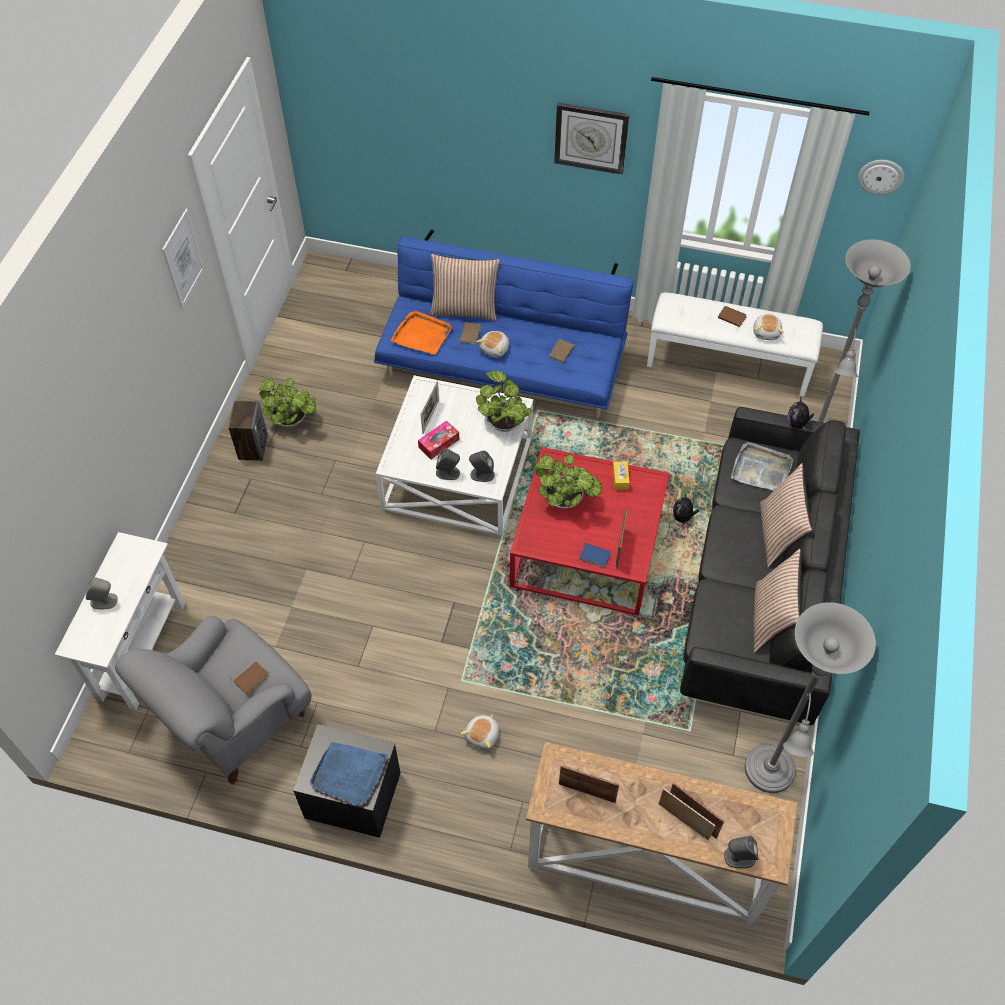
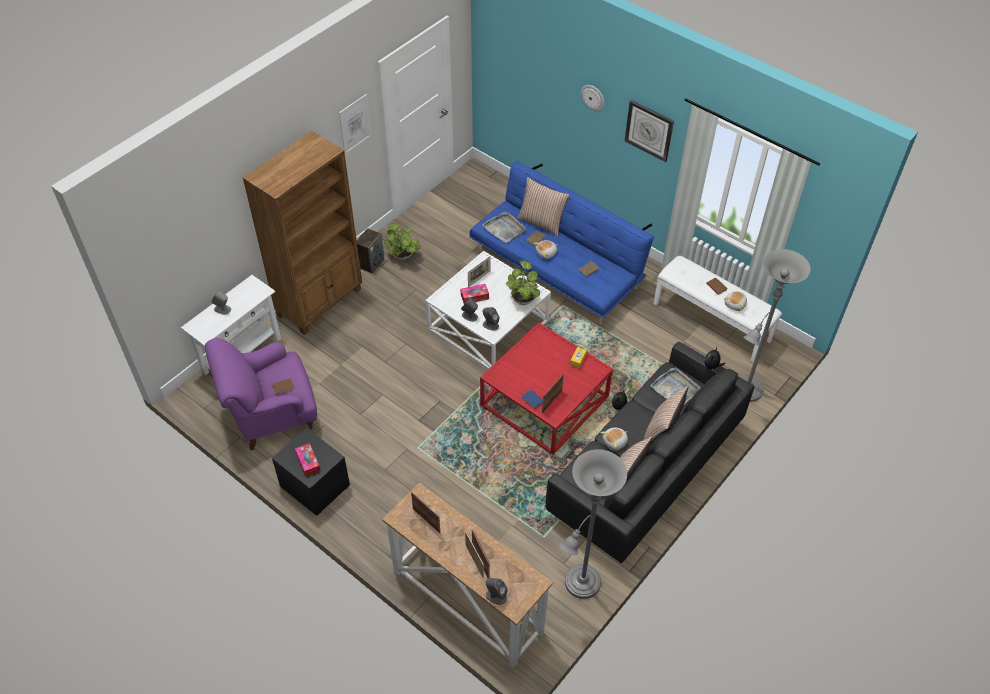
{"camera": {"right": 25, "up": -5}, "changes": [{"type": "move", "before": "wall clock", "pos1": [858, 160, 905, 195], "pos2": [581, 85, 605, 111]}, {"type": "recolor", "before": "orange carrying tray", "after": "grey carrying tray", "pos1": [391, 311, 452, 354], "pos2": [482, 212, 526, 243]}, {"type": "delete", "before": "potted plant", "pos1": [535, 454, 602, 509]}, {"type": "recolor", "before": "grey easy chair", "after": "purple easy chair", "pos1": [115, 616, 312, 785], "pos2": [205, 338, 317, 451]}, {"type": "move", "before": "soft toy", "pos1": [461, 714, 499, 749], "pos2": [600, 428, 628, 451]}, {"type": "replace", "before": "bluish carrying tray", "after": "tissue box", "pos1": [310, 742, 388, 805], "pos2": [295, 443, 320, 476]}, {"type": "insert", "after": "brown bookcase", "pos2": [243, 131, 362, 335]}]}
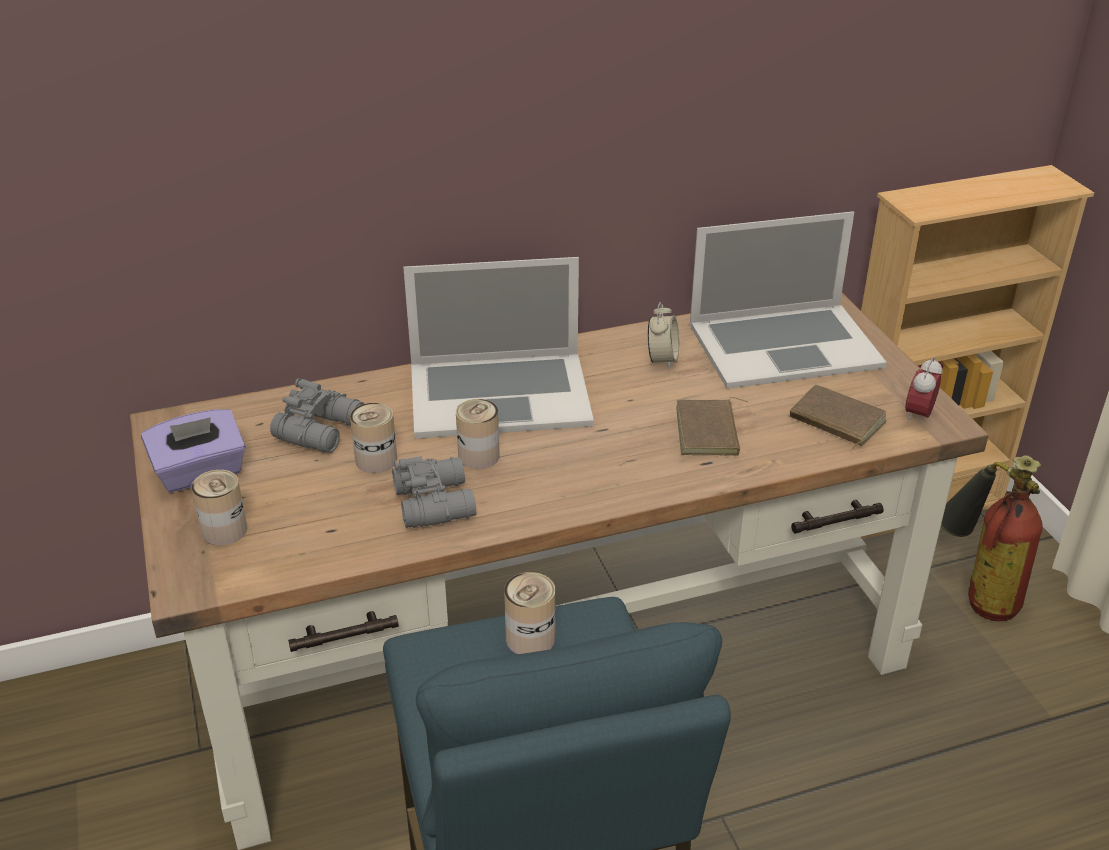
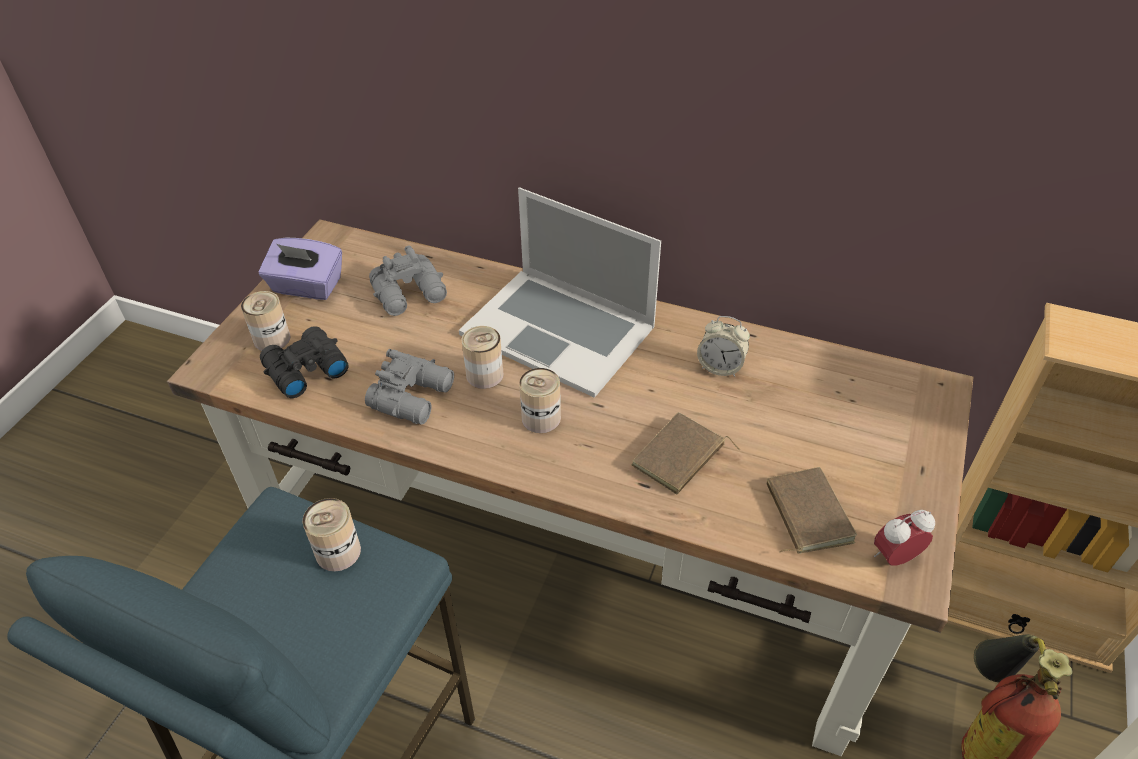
{"camera": {"right": 40, "up": 10}, "changes": [{"type": "delete", "before": "notebook computer", "pos1": [690, 211, 887, 389]}, {"type": "rotate", "before": "table clock", "pos1": [648, 302, 679, 369], "pos2": [697, 316, 750, 377], "turn": 60}, {"type": "move", "before": "metal can", "pos1": [350, 403, 397, 473], "pos2": [519, 368, 561, 433]}, {"type": "insert", "after": "black-coloured field glasses", "pos2": [260, 326, 349, 398]}]}
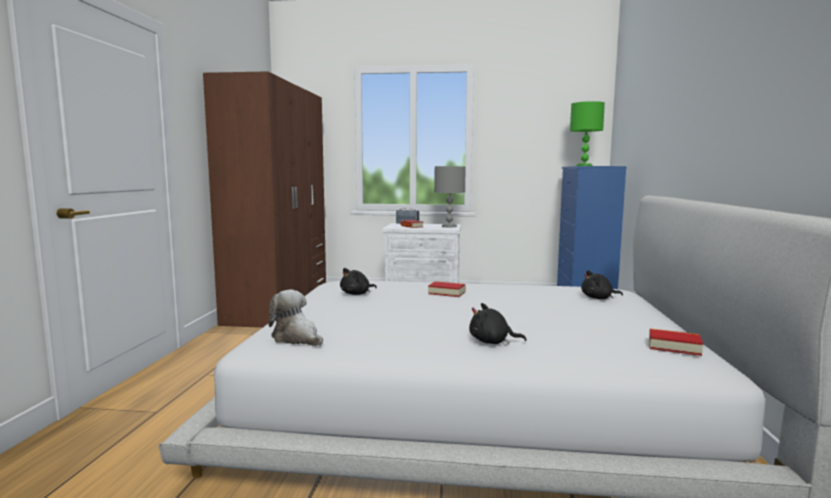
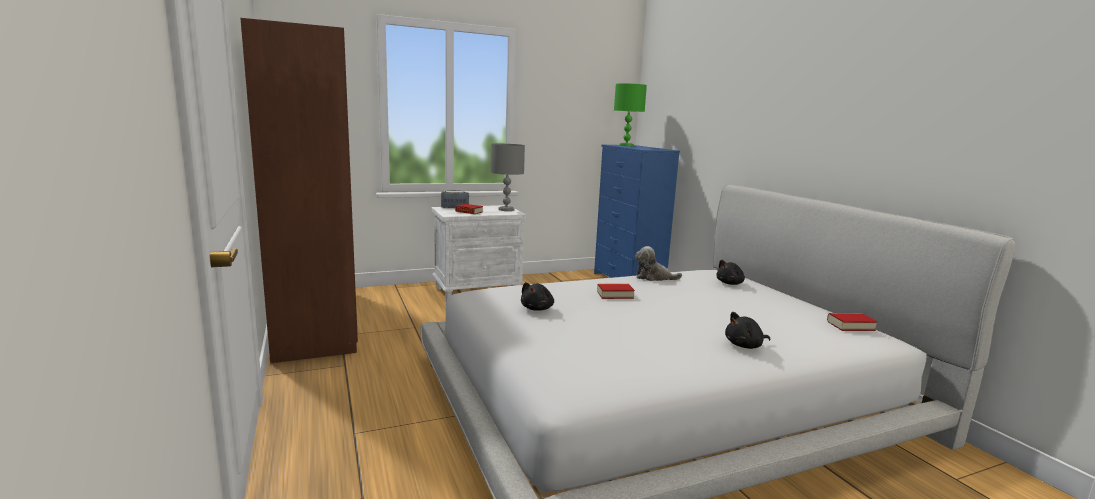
{"camera": {"right": -30, "up": 5}, "changes": [{"type": "move", "before": "soft toy", "pos1": [269, 289, 323, 346], "pos2": [635, 246, 682, 281]}]}
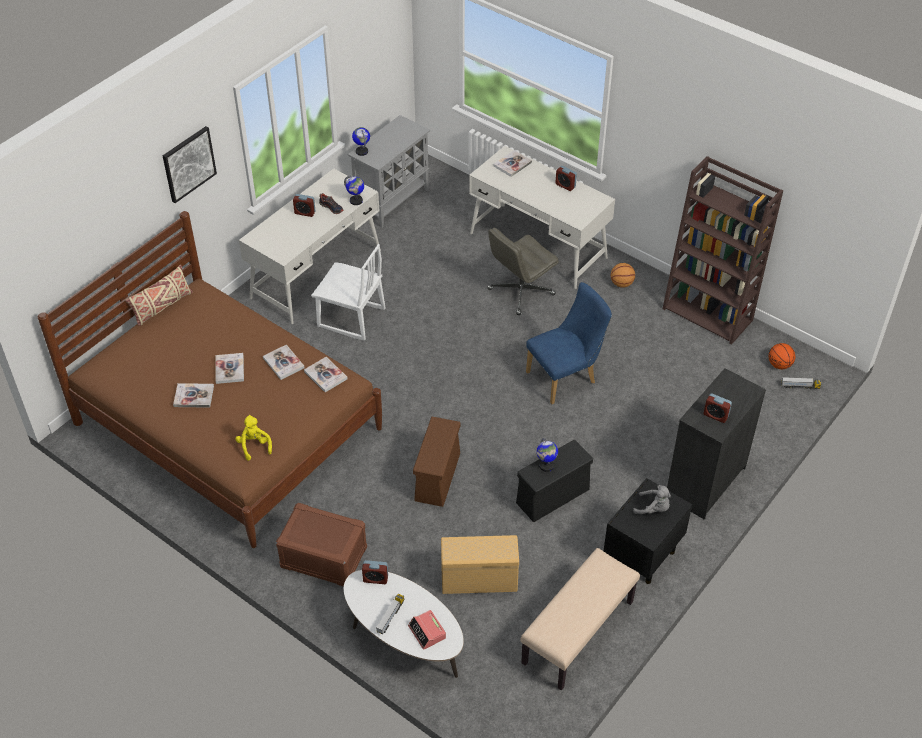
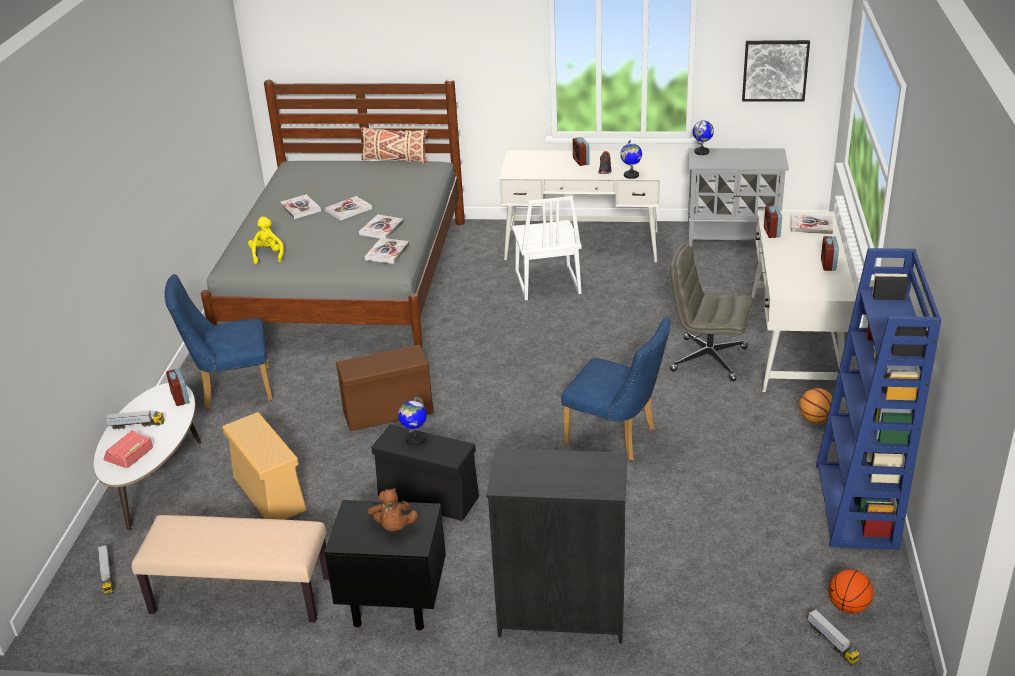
{"camera": {"right": 60, "up": -15}, "changes": [{"type": "move", "before": "wall picture", "pos1": [163, 126, 217, 203], "pos2": [742, 40, 810, 102]}, {"type": "recolor", "before": "brown bookcase", "after": "bluish bookcase", "pos1": [662, 156, 783, 345], "pos2": [816, 248, 942, 550]}, {"type": "recolor", "before": "brown sleeping bed", "after": "grey sleeping bed", "pos1": [38, 211, 382, 548], "pos2": [201, 79, 465, 348]}, {"type": "move", "before": "table clock", "pos1": [703, 393, 732, 423], "pos2": [764, 205, 782, 238]}, {"type": "rotate", "before": "yellowish soft toy", "pos1": [235, 415, 272, 461], "pos2": [248, 217, 284, 264], "turn": -45}, {"type": "recolor", "before": "grey soft toy", "after": "brown soft toy", "pos1": [633, 485, 671, 514], "pos2": [368, 488, 418, 531]}, {"type": "replace", "before": "brown storage container", "after": "bluish upright chair", "pos1": [276, 503, 367, 586], "pos2": [164, 274, 273, 409]}, {"type": "insert", "after": "toy lorry", "pos2": [98, 545, 114, 596]}]}
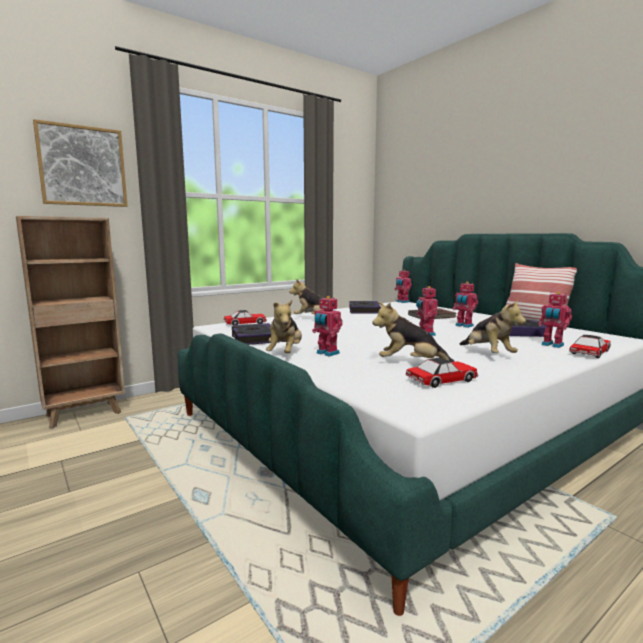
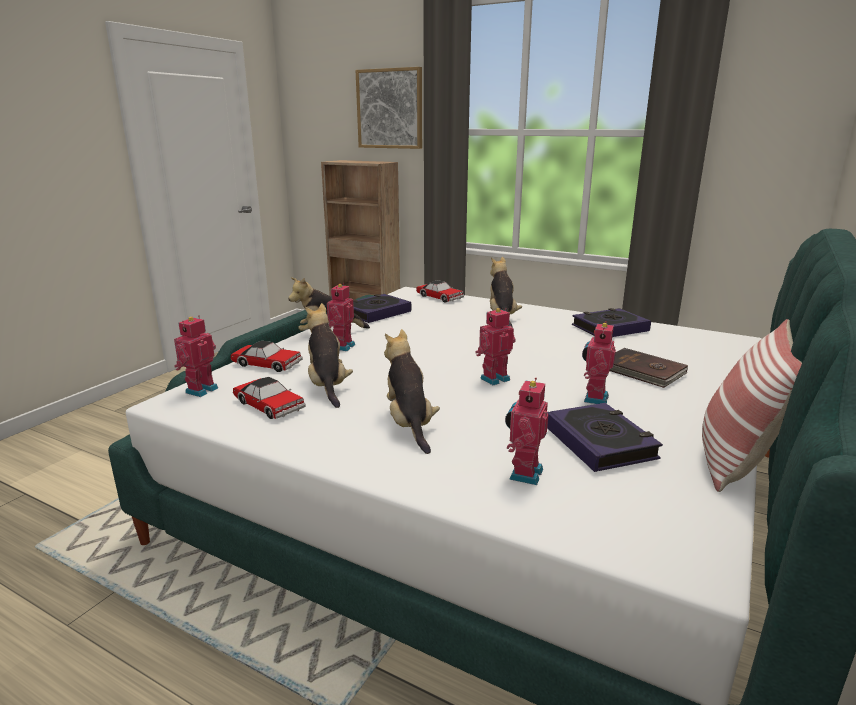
{"camera": {"right": 65, "up": 10}, "changes": [{"type": "move", "before": "model robot", "pos1": [394, 269, 412, 303], "pos2": [174, 315, 218, 397]}, {"type": "rotate", "before": "soft toy", "pos1": [459, 299, 526, 353], "pos2": [384, 329, 440, 454], "turn": 120}, {"type": "move", "before": "miniature car", "pos1": [569, 335, 611, 358], "pos2": [231, 341, 303, 372]}]}
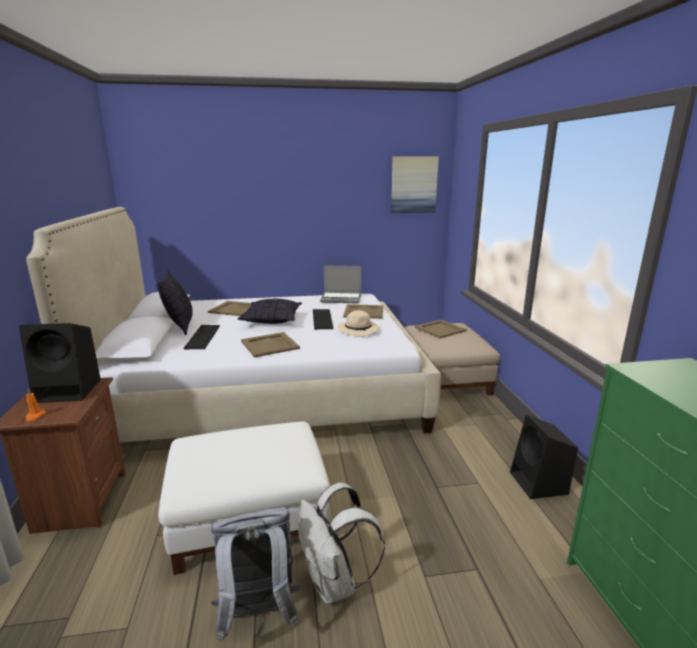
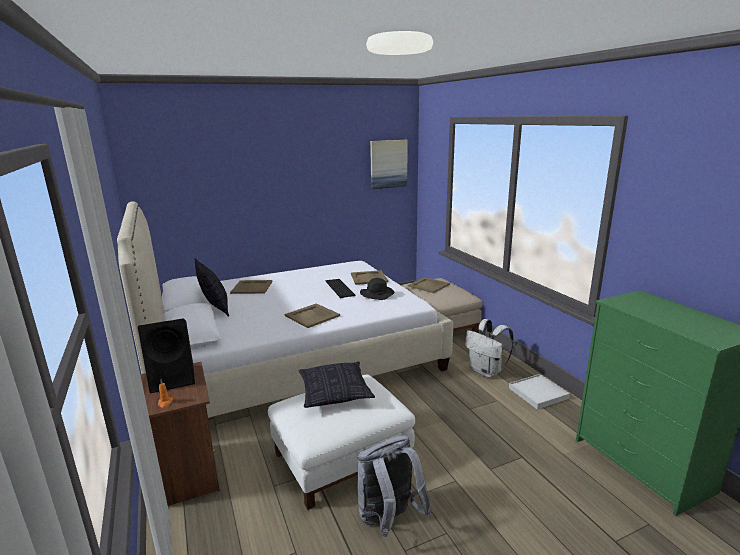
{"camera": {"right": -15, "up": 0}, "changes": [{"type": "delete", "before": "notebook computer", "pos1": [320, 265, 361, 304]}, {"type": "move", "before": "pillow", "pos1": [237, 299, 302, 324], "pos2": [298, 361, 375, 408]}, {"type": "recolor", "before": "beige-coloured clothing hat", "after": "black-coloured clothing hat", "pos1": [338, 310, 379, 337], "pos2": [360, 278, 394, 300]}, {"type": "delete", "before": "keyboard", "pos1": [184, 325, 220, 350]}, {"type": "replace", "before": "black-coloured loudspeaker", "after": "white carrying tray", "pos1": [510, 415, 578, 499], "pos2": [509, 374, 570, 409]}, {"type": "move", "before": "white backpack", "pos1": [298, 482, 385, 604], "pos2": [465, 319, 514, 377]}]}
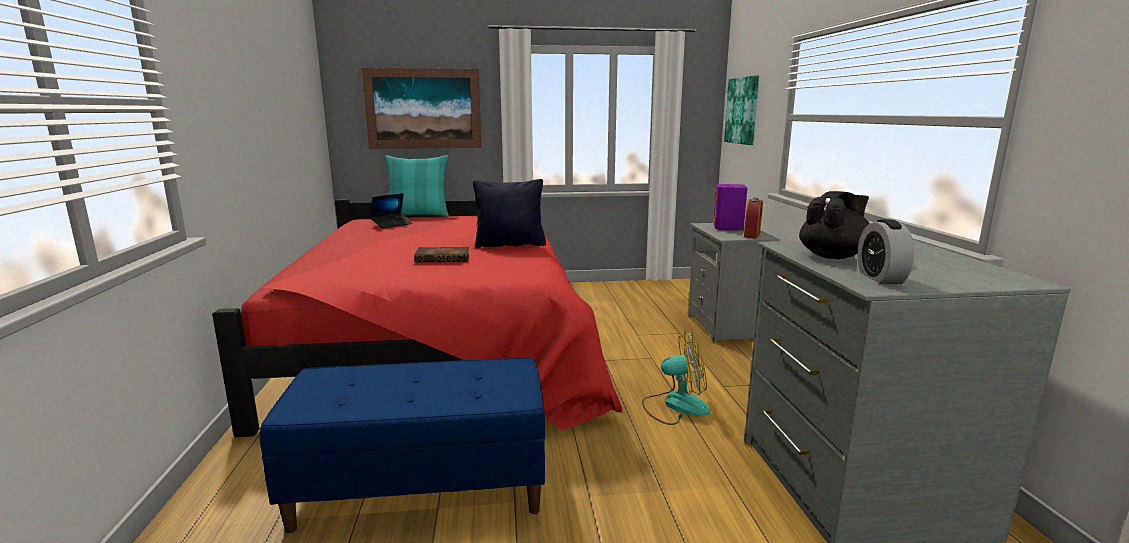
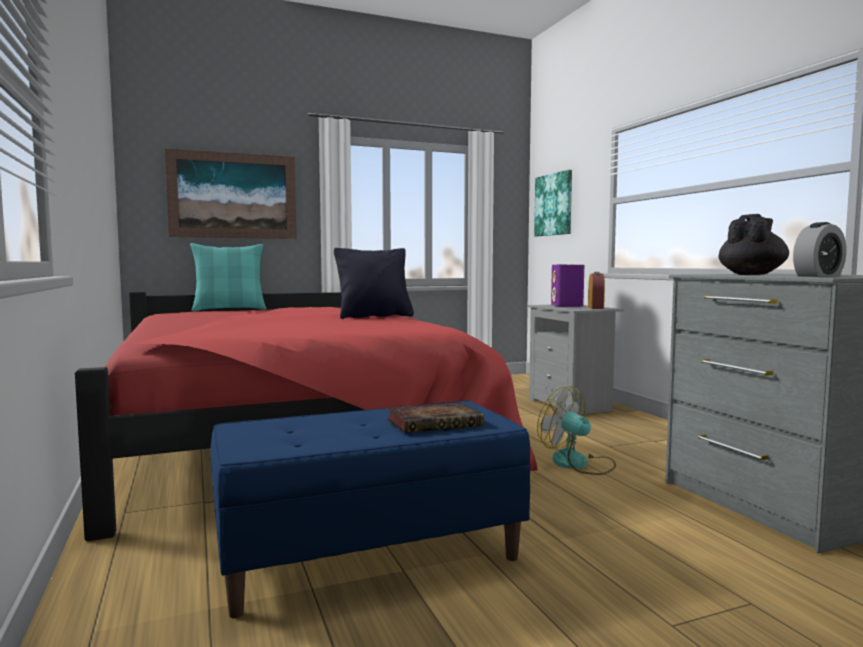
{"camera": {"right": -15, "up": -10}, "changes": [{"type": "delete", "before": "notebook computer", "pos1": [370, 193, 413, 229]}, {"type": "rotate", "before": "table clock", "pos1": [858, 219, 914, 284], "pos2": [793, 222, 846, 277], "turn": -105}, {"type": "move", "before": "volume", "pos1": [414, 247, 469, 262], "pos2": [387, 402, 484, 433]}, {"type": "rotate", "before": "electric fan", "pos1": [642, 331, 710, 425], "pos2": [537, 386, 616, 475], "turn": -120}]}
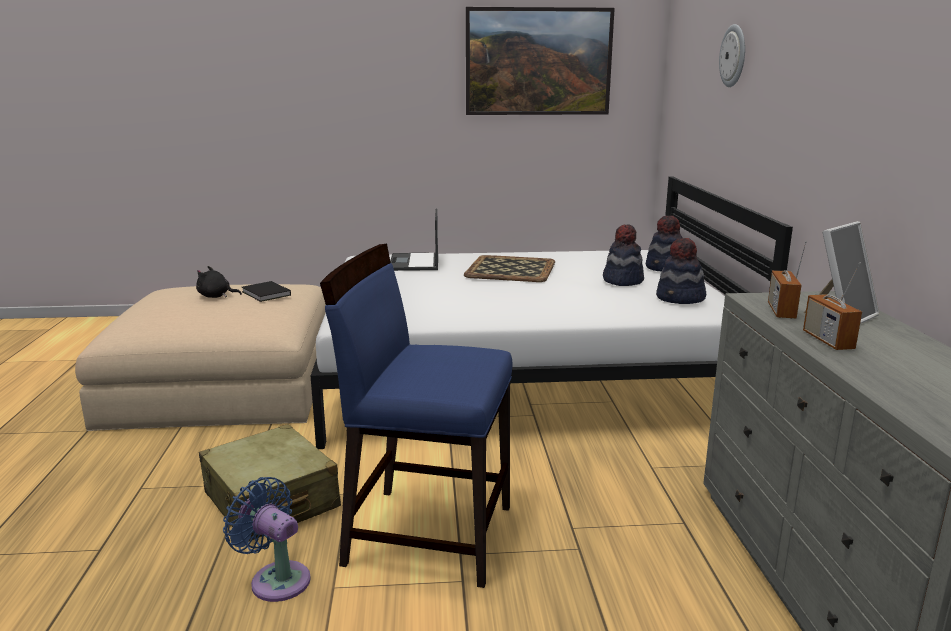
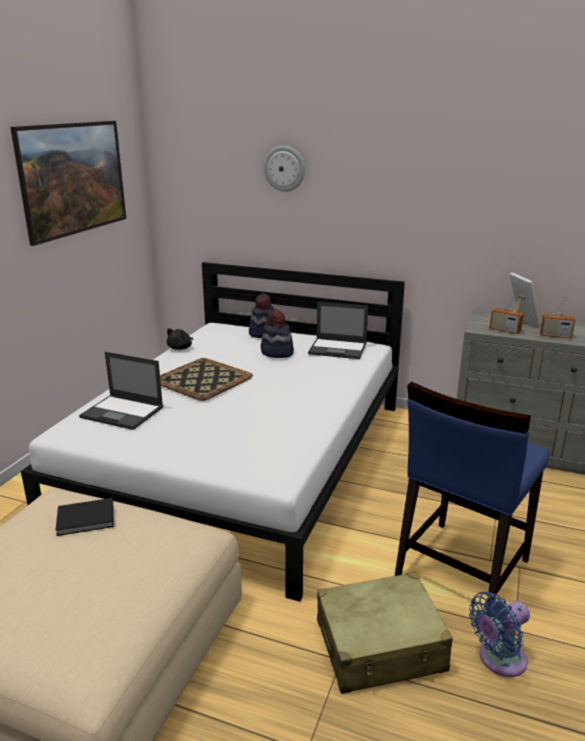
{"camera": {"right": -65, "up": 5}, "changes": [{"type": "replace", "before": "clothing hat", "after": "notebook computer", "pos1": [656, 238, 706, 304], "pos2": [308, 302, 368, 359]}, {"type": "move", "before": "black-coloured soft toy", "pos1": [196, 266, 242, 298], "pos2": [167, 328, 193, 350]}]}
